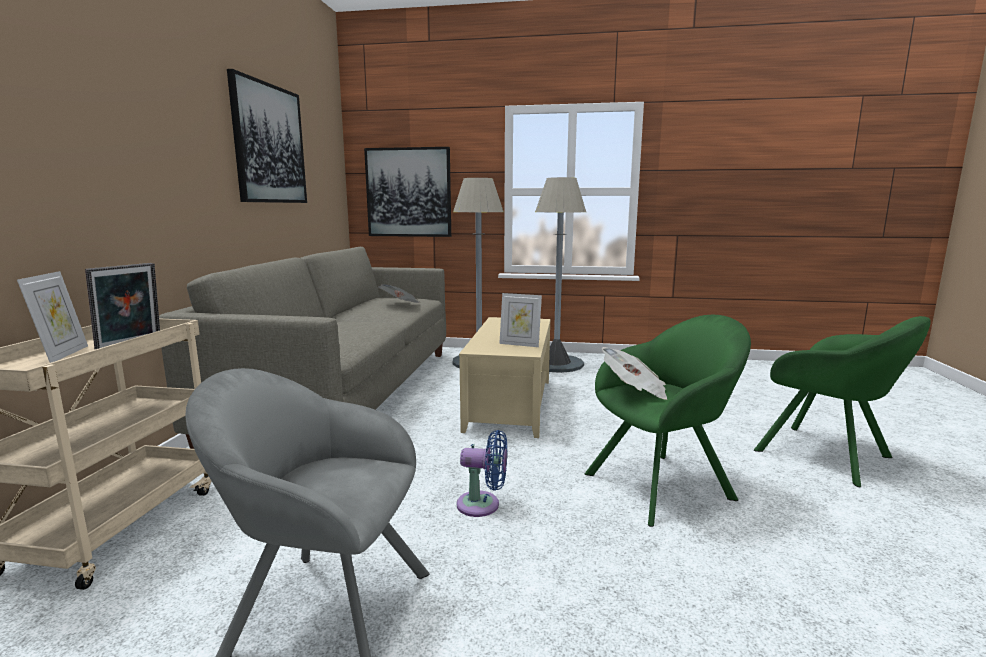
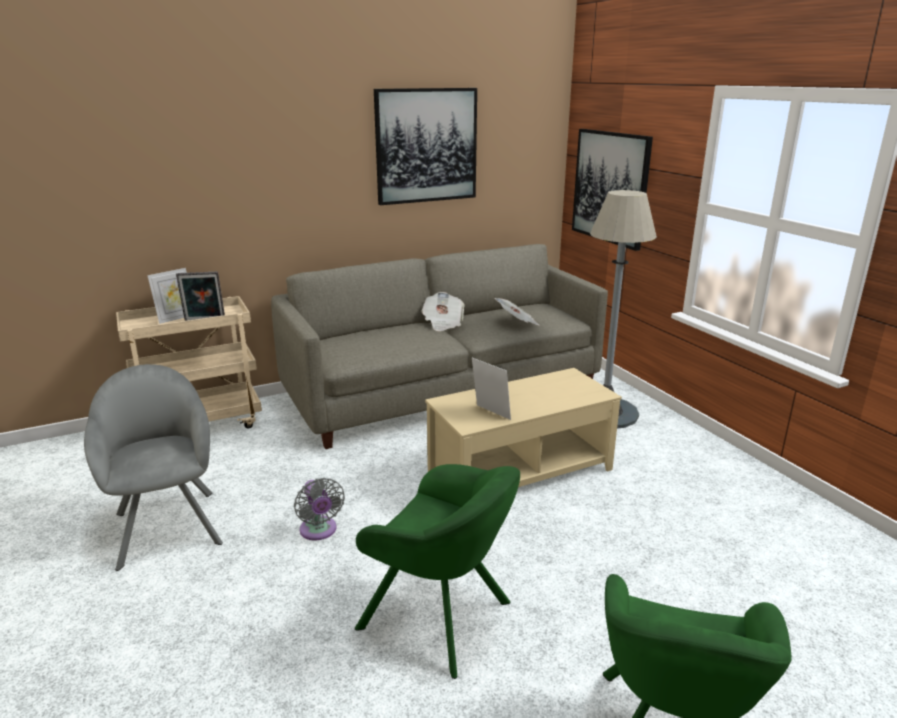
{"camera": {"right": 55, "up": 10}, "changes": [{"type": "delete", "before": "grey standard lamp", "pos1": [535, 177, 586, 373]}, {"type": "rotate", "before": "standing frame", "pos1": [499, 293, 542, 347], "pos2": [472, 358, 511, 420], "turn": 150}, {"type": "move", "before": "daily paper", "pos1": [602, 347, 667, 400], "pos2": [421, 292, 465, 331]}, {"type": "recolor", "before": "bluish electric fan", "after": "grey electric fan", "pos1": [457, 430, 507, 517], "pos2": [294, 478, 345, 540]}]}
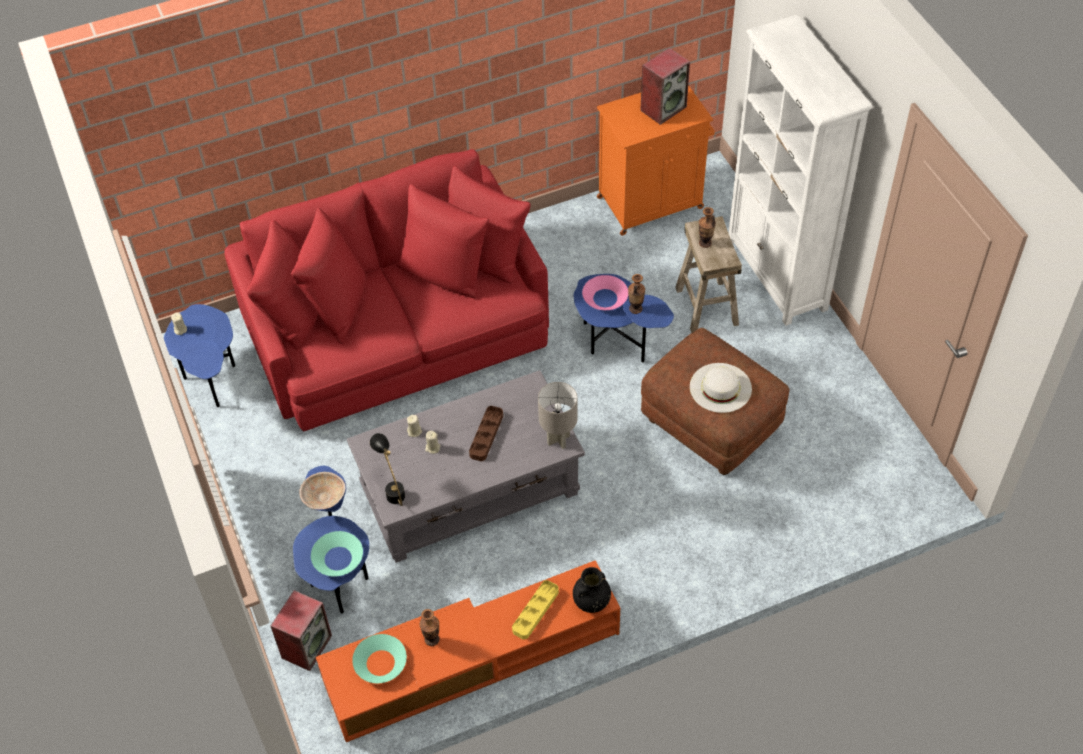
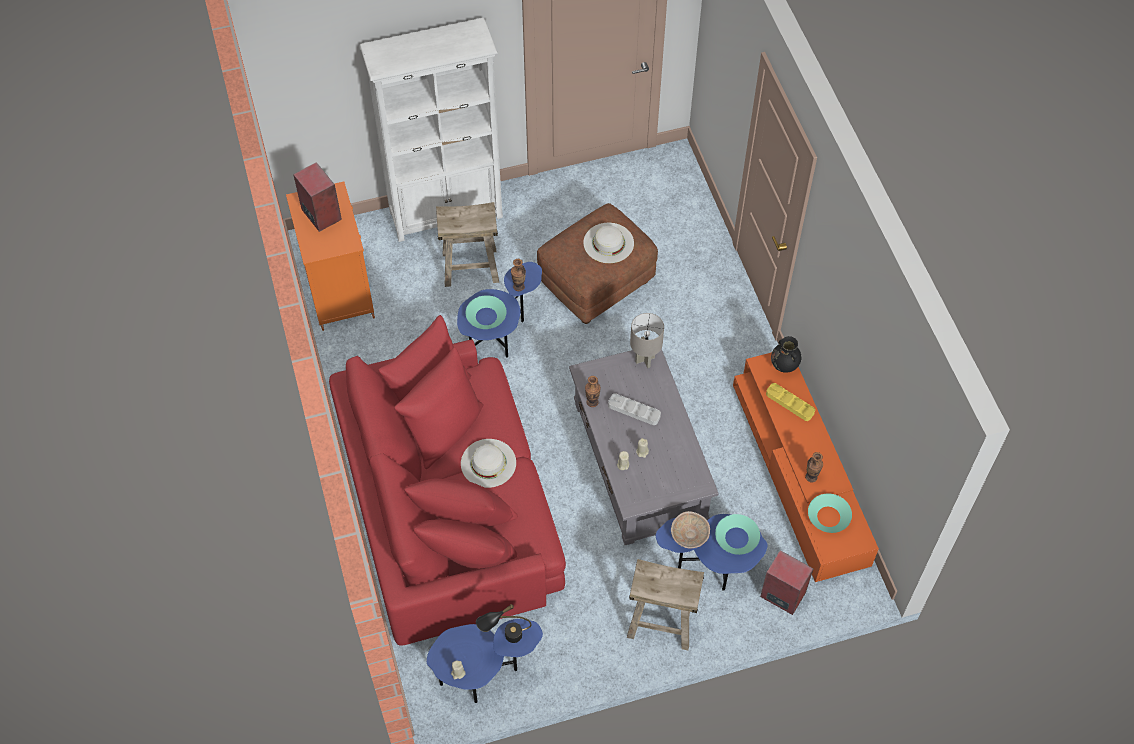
{"camera": {"right": -85, "up": 5}, "changes": [{"type": "move", "before": "flower vase", "pos1": [699, 207, 716, 248], "pos2": [585, 376, 601, 407]}, {"type": "recolor", "before": "pinkish serving bowl", "after": "blue-green serving bowl", "pos1": [582, 275, 628, 310], "pos2": [466, 295, 507, 329]}, {"type": "recolor", "before": "brown carrying tray", "after": "grey carrying tray", "pos1": [469, 406, 503, 461], "pos2": [608, 393, 661, 425]}, {"type": "move", "before": "black-coloured lamp for a table", "pos1": [370, 433, 405, 506], "pos2": [476, 604, 532, 643]}, {"type": "insert", "after": "white clothing hat", "pos2": [461, 439, 516, 488]}, {"type": "insert", "after": "beige-coloured stool", "pos2": [627, 559, 704, 650]}]}
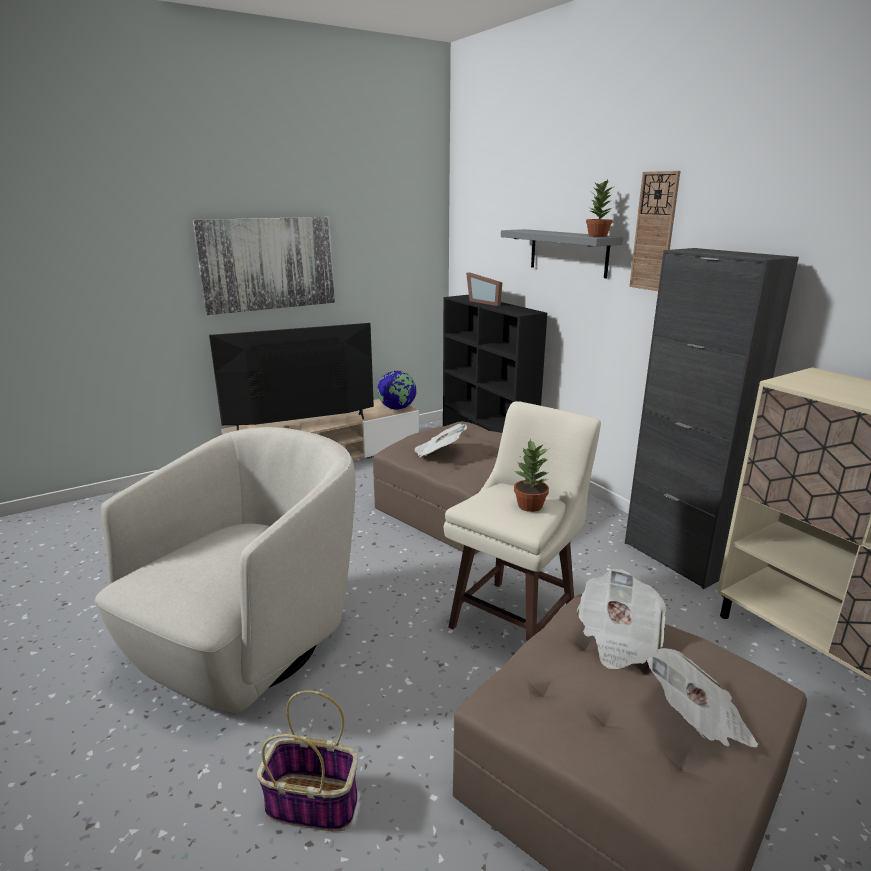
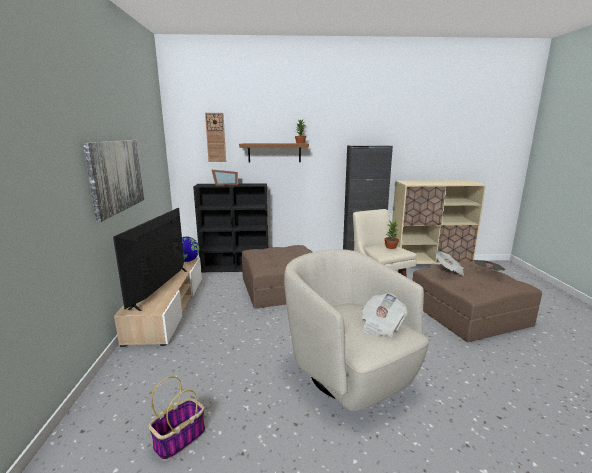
{"camera": {"right": -60, "up": -5}, "changes": [{"type": "move", "before": "wall clock", "pos1": [629, 171, 680, 291], "pos2": [205, 113, 226, 162]}, {"type": "recolor", "before": "grey wall shelf", "after": "brown wall shelf", "pos1": [501, 229, 623, 278], "pos2": [239, 143, 309, 163]}, {"type": "move", "before": "daily paper", "pos1": [414, 424, 467, 458], "pos2": [361, 293, 407, 336]}, {"type": "move", "before": "basket", "pos1": [257, 690, 358, 832], "pos2": [148, 376, 205, 461]}]}
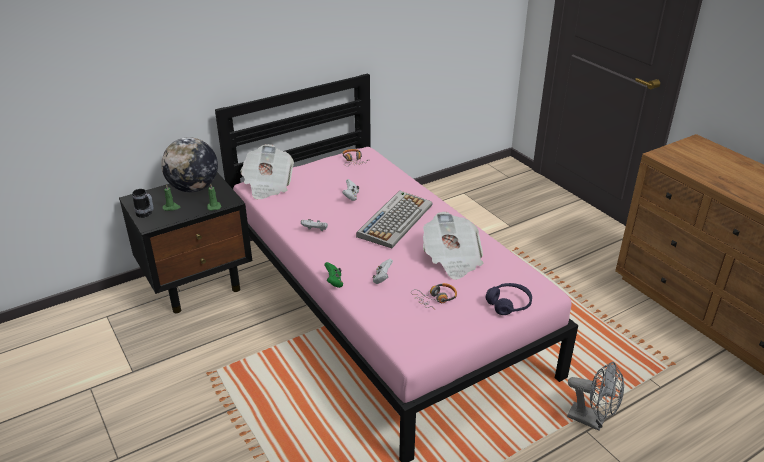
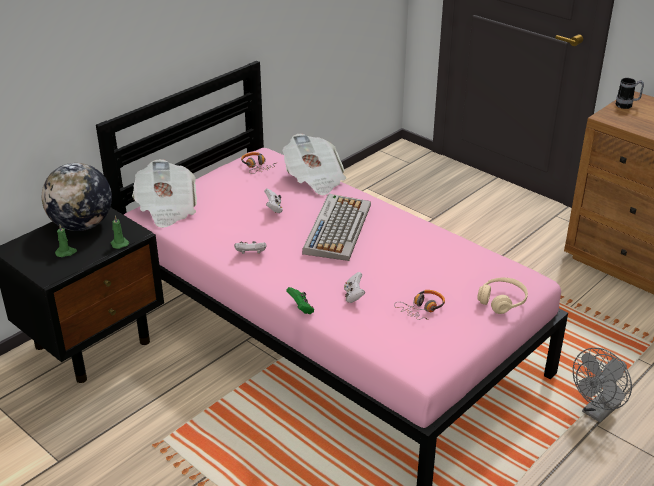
{"camera": {"right": -15, "up": 0}, "changes": [{"type": "move", "before": "mug", "pos1": [132, 189, 154, 218], "pos2": [616, 78, 644, 109]}, {"type": "move", "before": "daily paper", "pos1": [423, 212, 484, 280], "pos2": [283, 134, 346, 195]}, {"type": "recolor", "before": "purple headset", "after": "beige-coloured headset", "pos1": [486, 283, 532, 315], "pos2": [477, 278, 528, 314]}, {"type": "rotate", "before": "grey electric fan", "pos1": [567, 362, 624, 431], "pos2": [573, 348, 632, 423], "turn": 120}]}
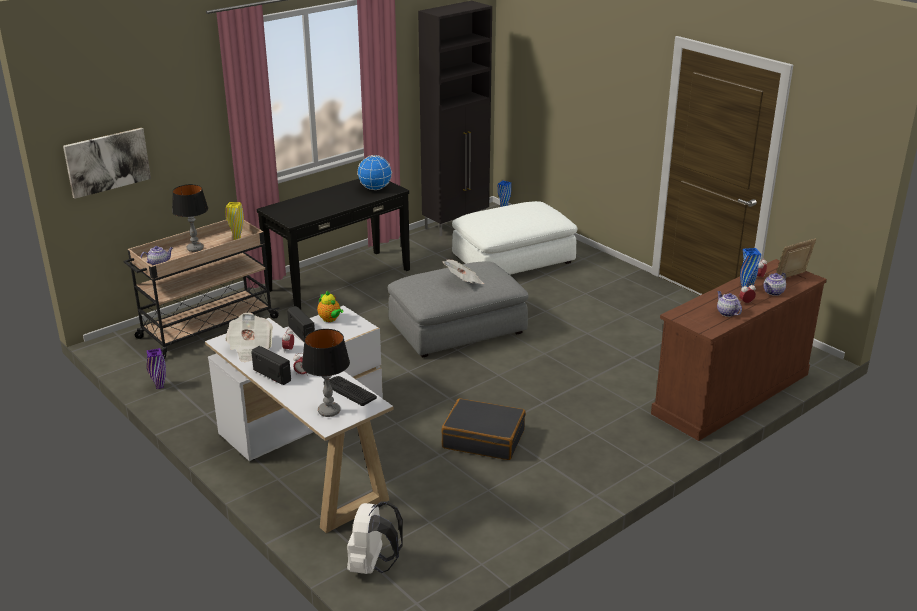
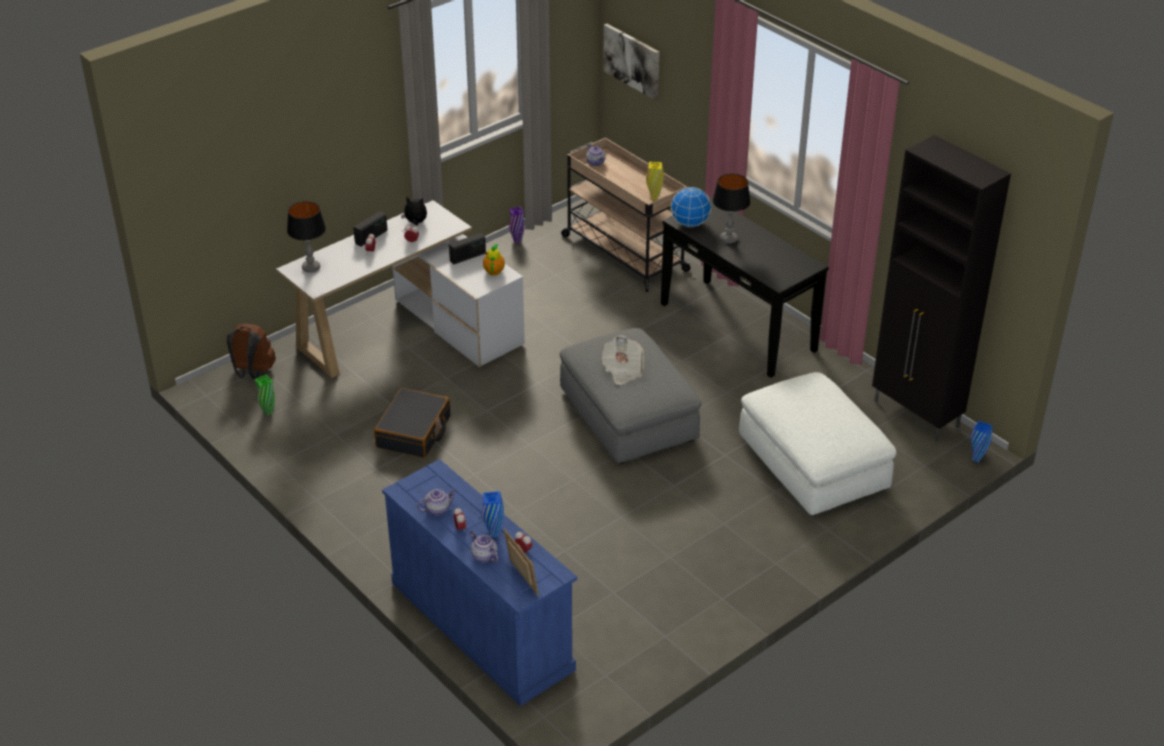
{"camera": {"right": 90, "up": 10}, "changes": [{"type": "move", "before": "world globe", "pos1": [357, 155, 392, 190], "pos2": [671, 187, 711, 227]}, {"type": "move", "before": "lamp for a table", "pos1": [172, 184, 208, 252], "pos2": [712, 173, 750, 244]}, {"type": "recolor", "before": "brown chest of drawers", "after": "bluish chest of drawers", "pos1": [651, 259, 827, 441], "pos2": [382, 459, 577, 706]}, {"type": "rotate", "before": "teapot", "pos1": [317, 291, 344, 322], "pos2": [483, 244, 505, 276], "turn": 135}, {"type": "replace", "before": "daily paper", "after": "soft toy", "pos1": [225, 313, 273, 362], "pos2": [401, 196, 427, 226]}, {"type": "delete", "before": "keyboard", "pos1": [324, 376, 377, 406]}, {"type": "recolor", "before": "white backpack", "after": "brown backpack", "pos1": [347, 501, 403, 574], "pos2": [227, 323, 276, 380]}, {"type": "insert", "after": "greenish flower vase", "pos2": [254, 375, 275, 415]}]}
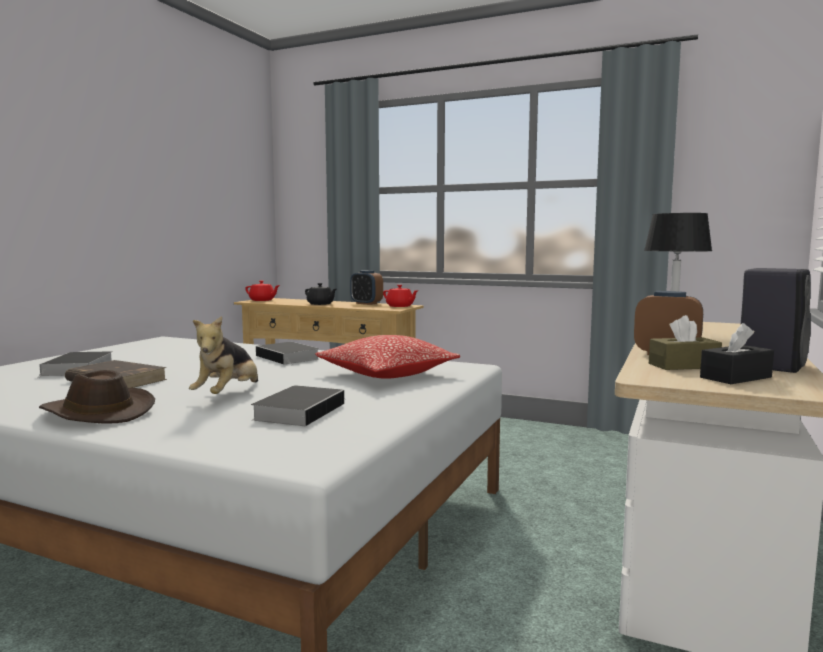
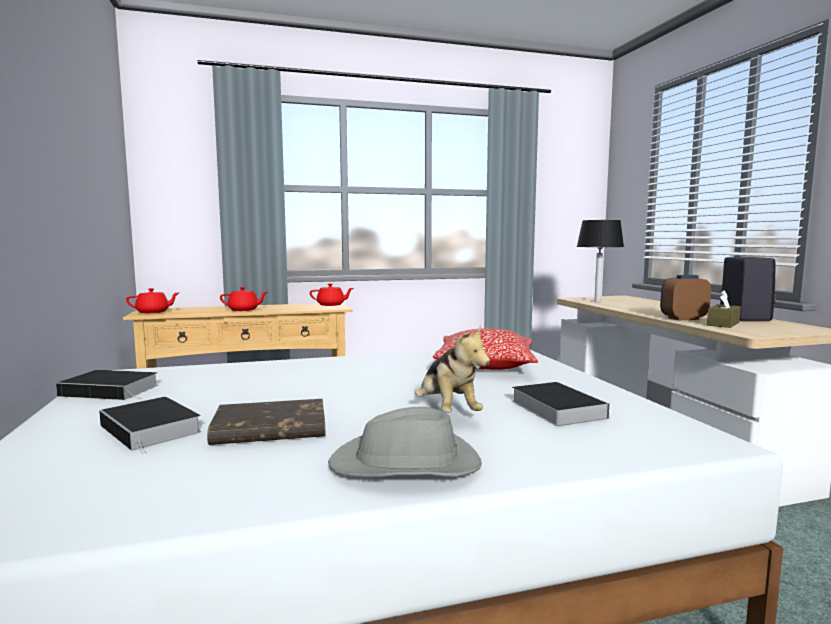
{"camera": {"right": -40, "up": 0}, "changes": [{"type": "delete", "before": "table clock", "pos1": [350, 270, 383, 305]}, {"type": "recolor", "before": "black-coloured teapot", "after": "red teapot", "pos1": [305, 283, 337, 305], "pos2": [220, 287, 267, 311]}, {"type": "delete", "before": "black-coloured tissue box", "pos1": [700, 323, 774, 384]}, {"type": "move", "before": "volume", "pos1": [256, 342, 319, 365], "pos2": [56, 370, 158, 400]}, {"type": "recolor", "before": "brown clothing hat", "after": "grey clothing hat", "pos1": [39, 370, 155, 424], "pos2": [328, 407, 482, 477]}]}
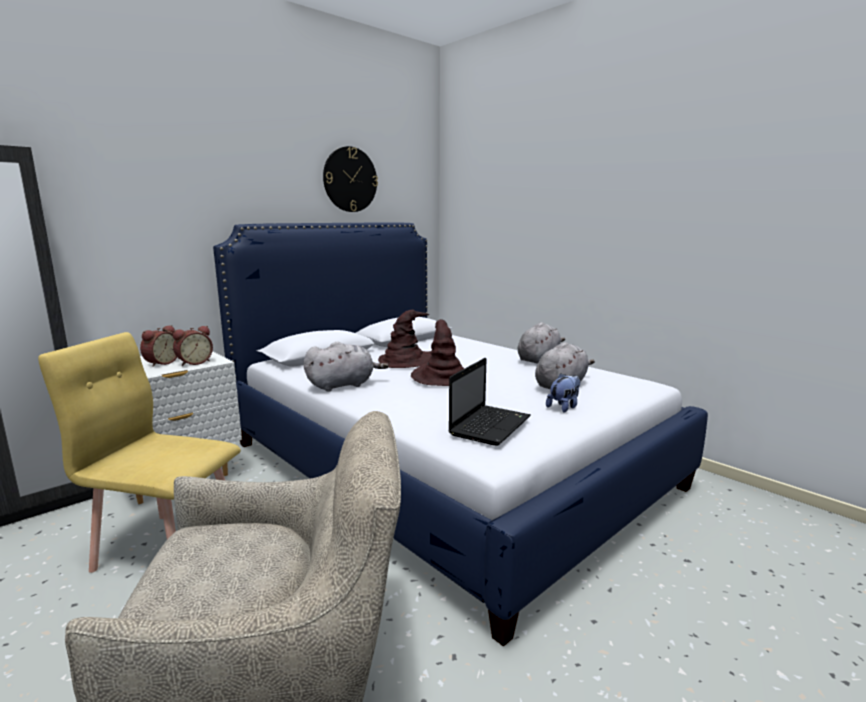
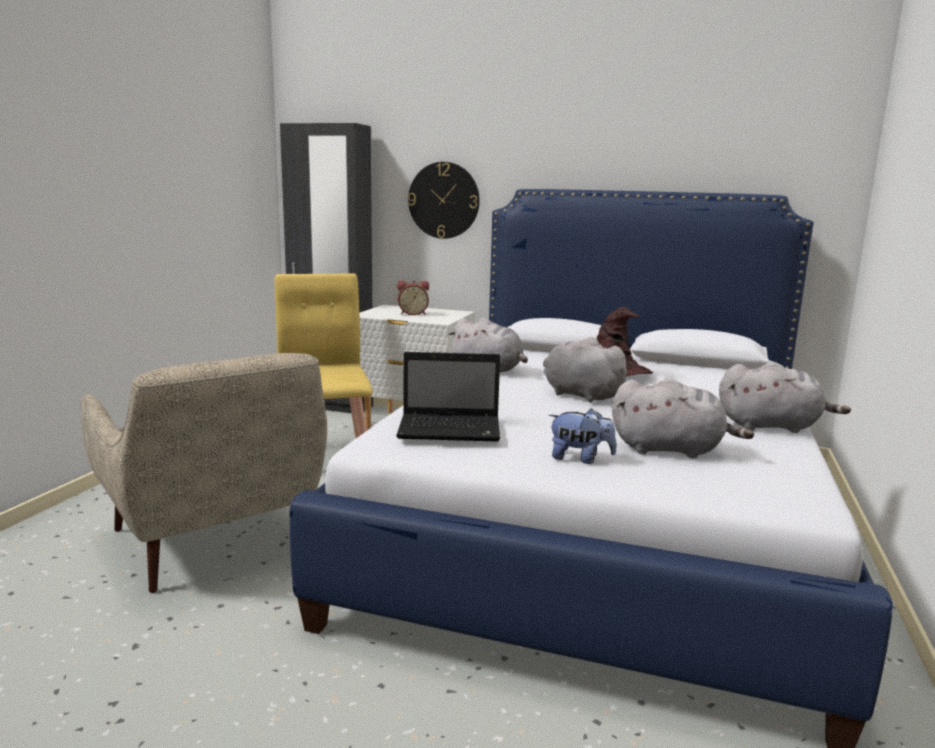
{"camera": {"right": 60, "up": 0}, "changes": [{"type": "move", "before": "wall clock", "pos1": [323, 146, 378, 212], "pos2": [408, 162, 480, 239]}, {"type": "replace", "before": "brown clothing hat", "after": "grey soft toy", "pos1": [411, 319, 464, 386], "pos2": [543, 337, 633, 402]}, {"type": "delete", "before": "table clock", "pos1": [173, 326, 213, 366]}]}
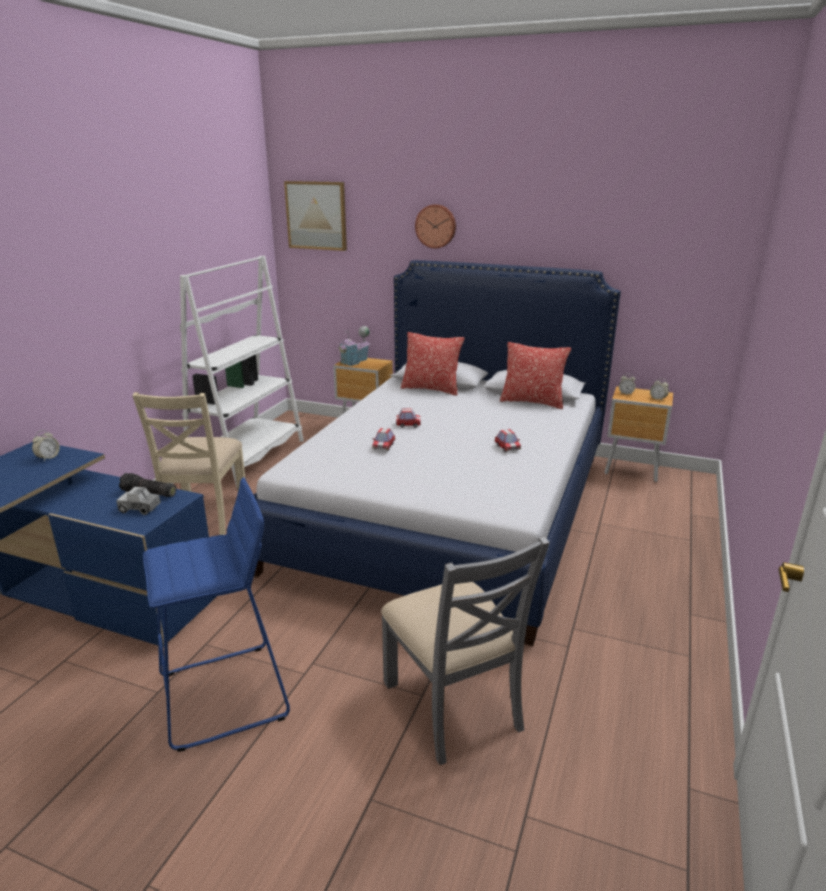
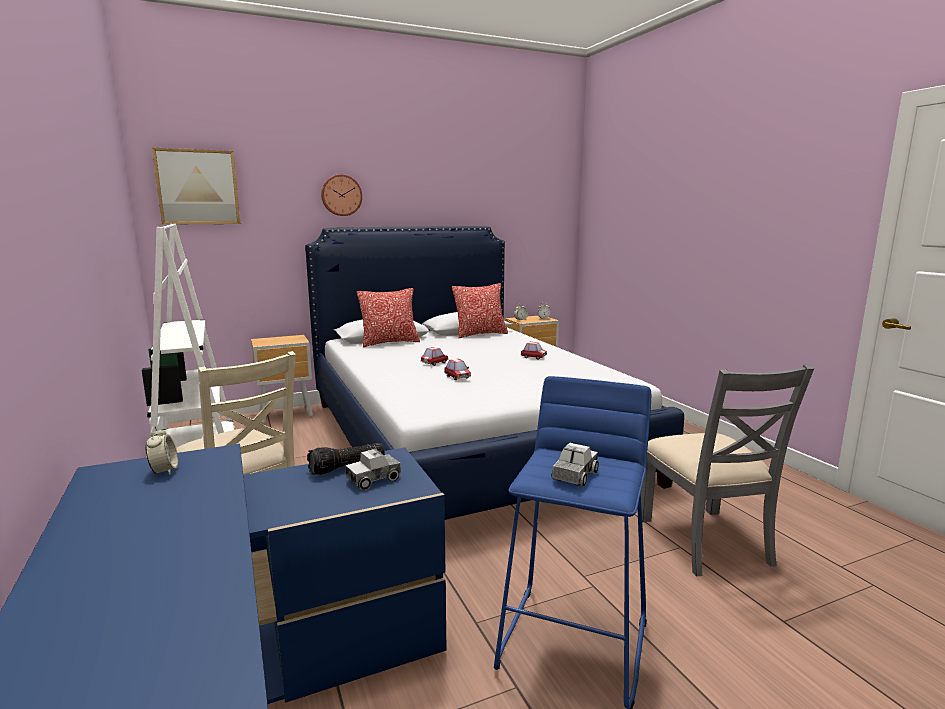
{"camera": {"right": -45, "up": -10}, "changes": [{"type": "delete", "before": "model house", "pos1": [338, 326, 370, 366]}, {"type": "rotate", "before": "grey upright chair", "pos1": [381, 536, 550, 765], "pos2": [641, 364, 814, 576], "turn": 60}, {"type": "insert", "after": "toy lorry", "pos2": [552, 443, 599, 487]}]}
